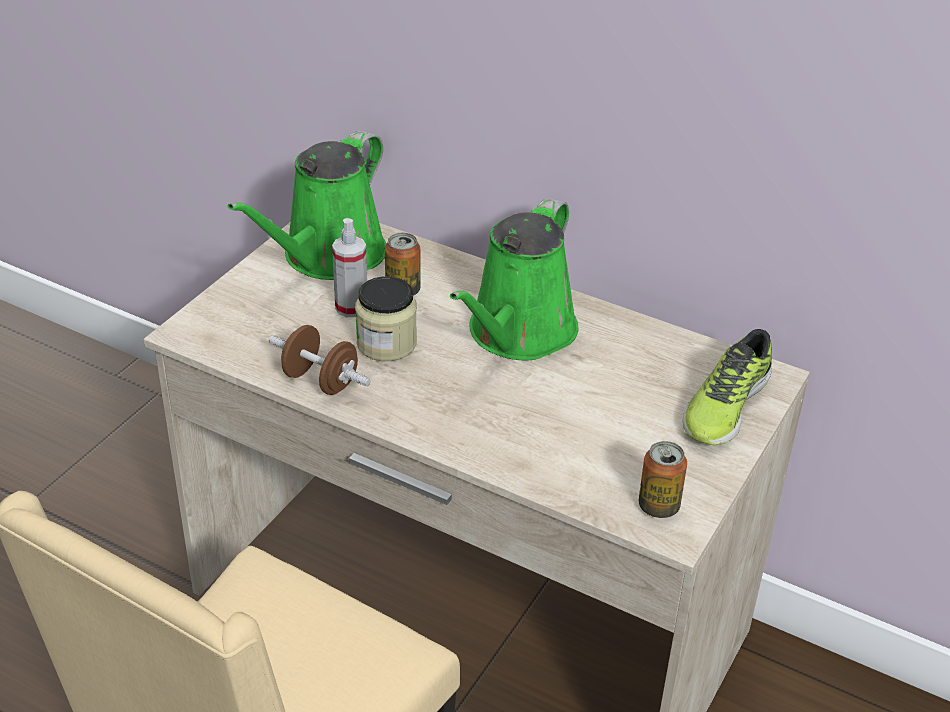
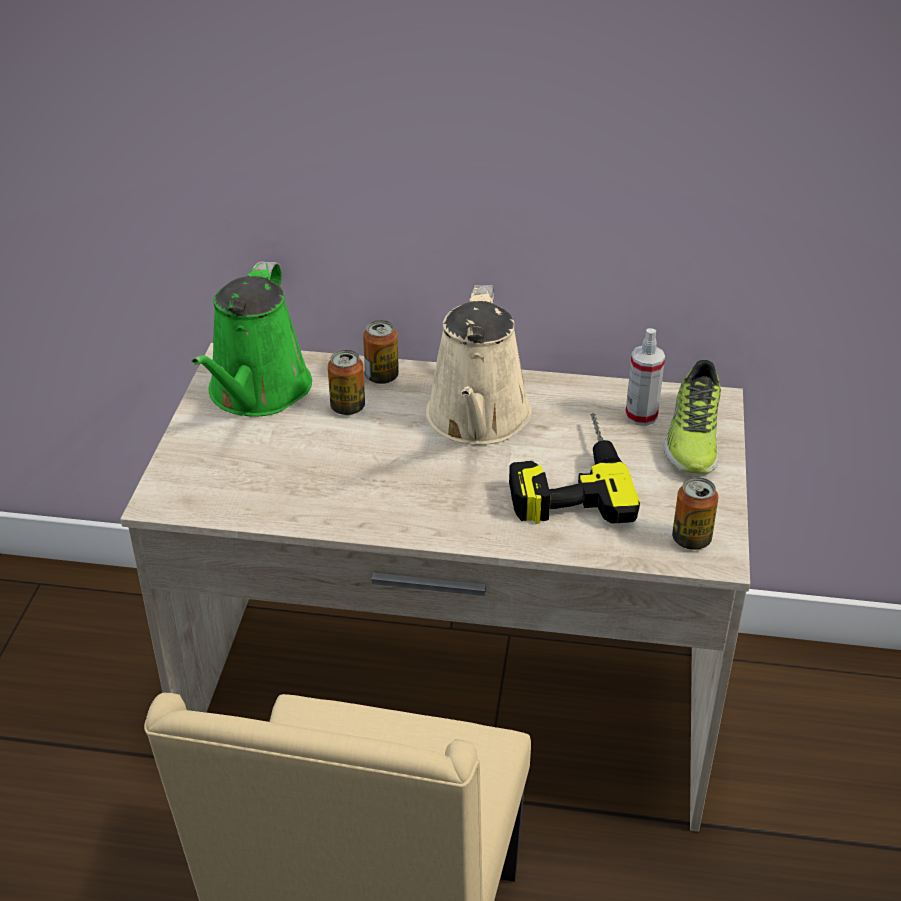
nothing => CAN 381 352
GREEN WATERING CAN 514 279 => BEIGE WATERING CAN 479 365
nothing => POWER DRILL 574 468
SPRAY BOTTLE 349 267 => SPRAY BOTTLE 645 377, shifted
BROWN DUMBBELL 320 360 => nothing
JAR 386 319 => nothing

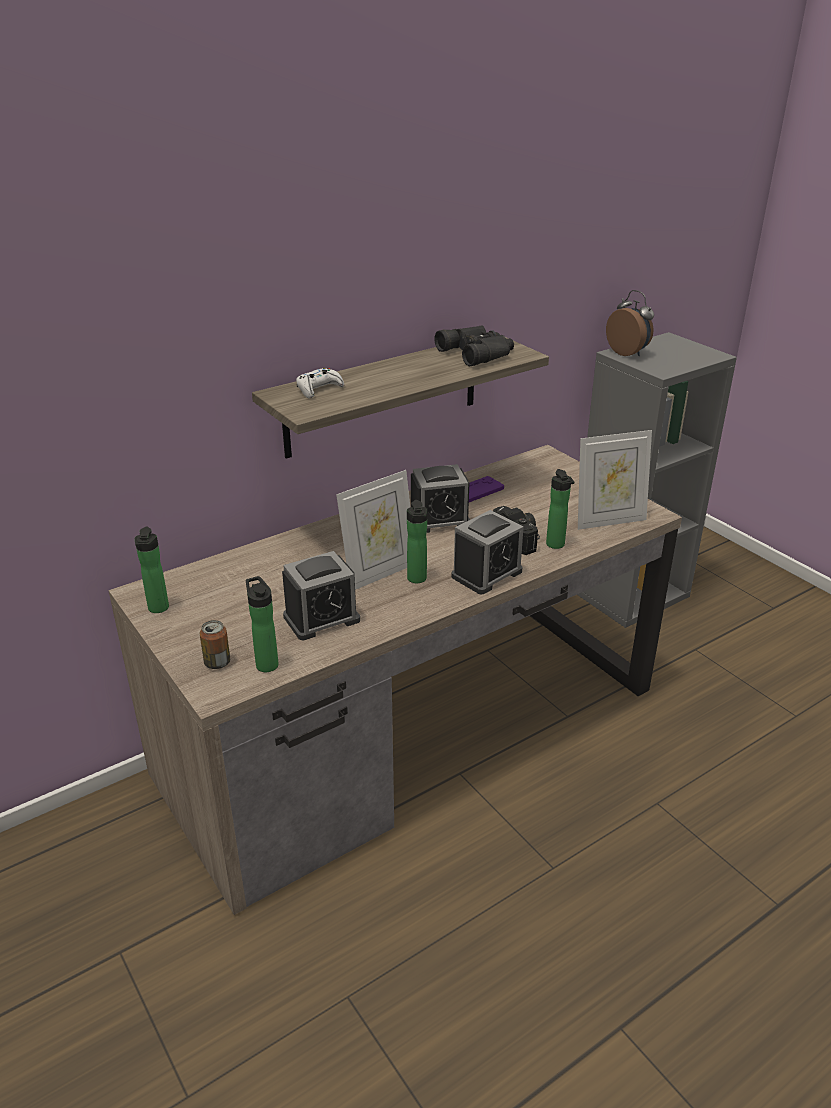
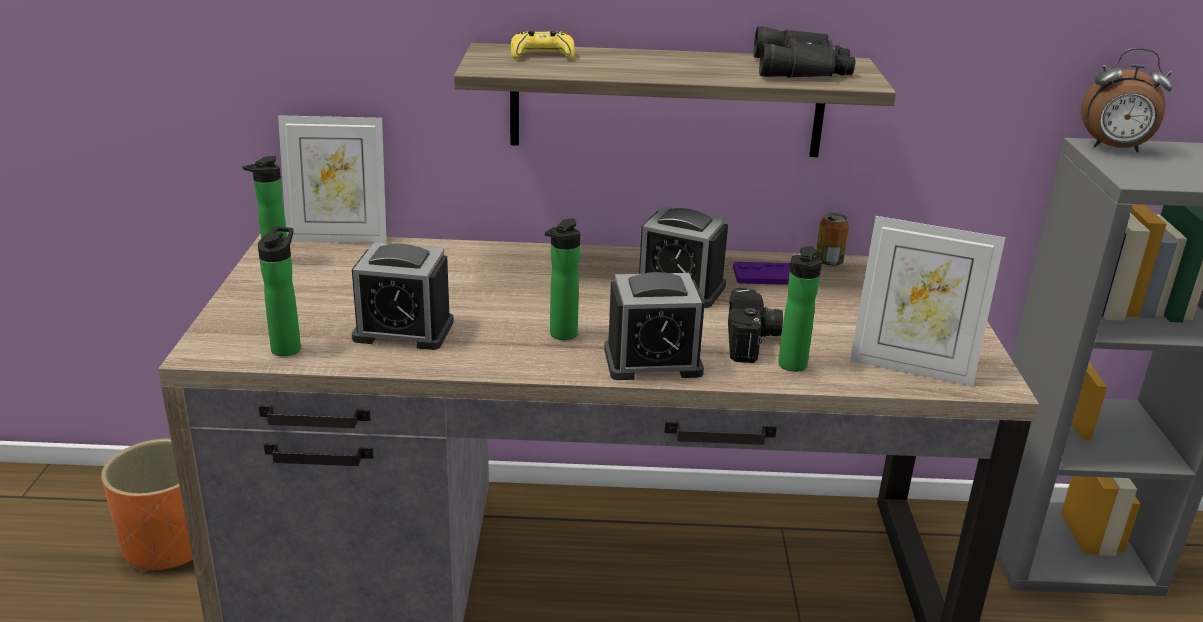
nothing => ORANGE PLANTER 147 505
PICTURE FRAME 373 530 => PICTURE FRAME 332 179, shifted
WHITE GAME CONTROLLER 320 383 => YELLOW GAME CONTROLLER 543 45
CAN 215 644 => CAN 832 240, shifted
ALARM CLOCK 630 323 => ALARM CLOCK 1126 100, 105 degrees clockwise

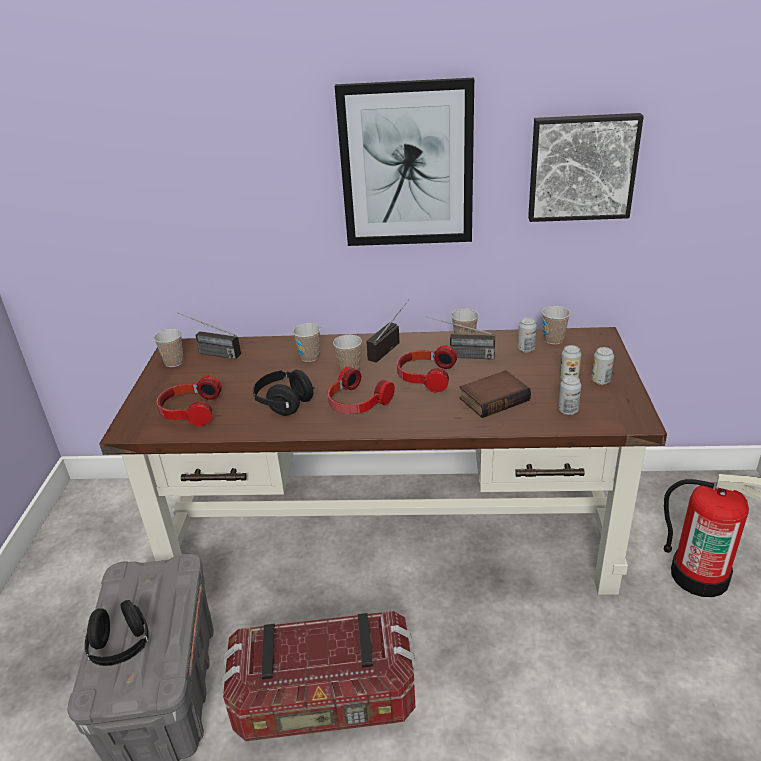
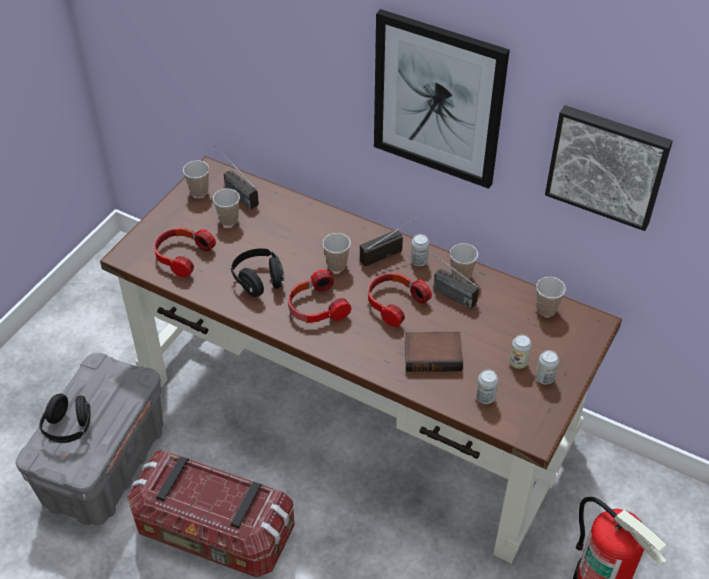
CUP 306 342 => CUP 226 207, shifted
CAN 527 334 => CAN 420 250, shifted

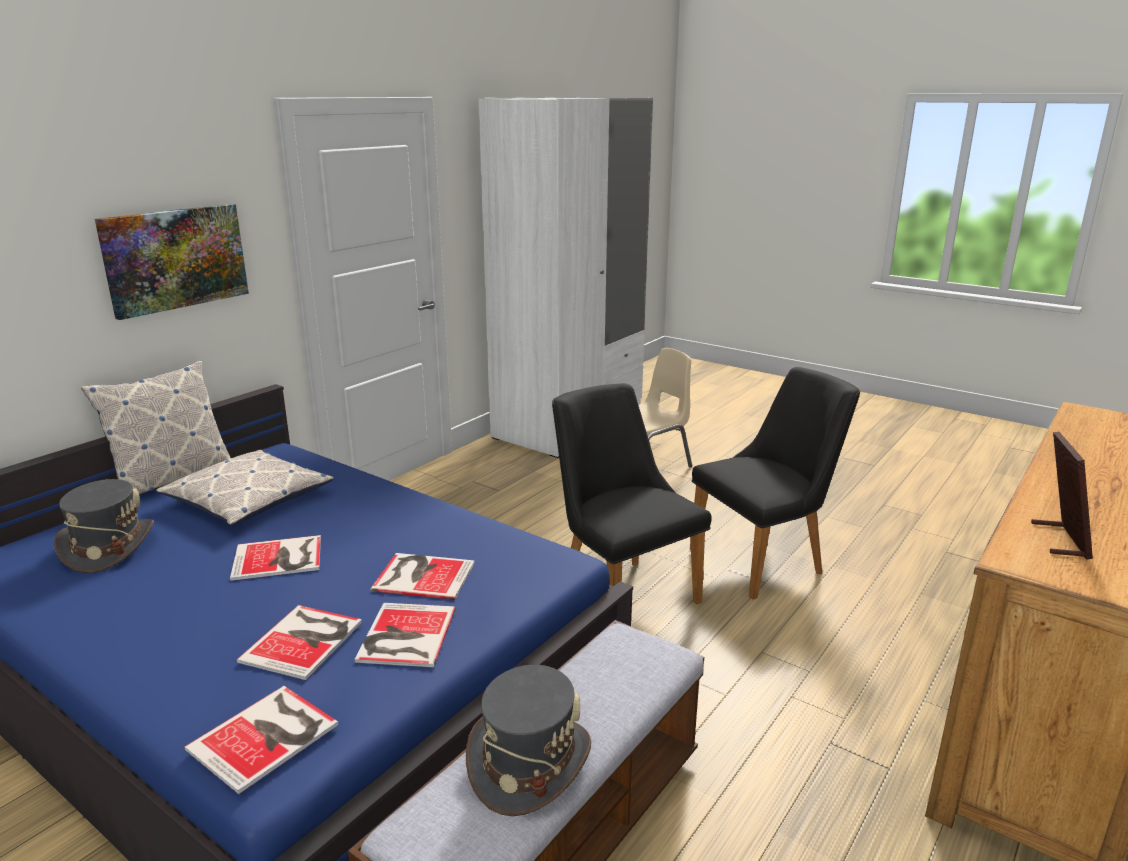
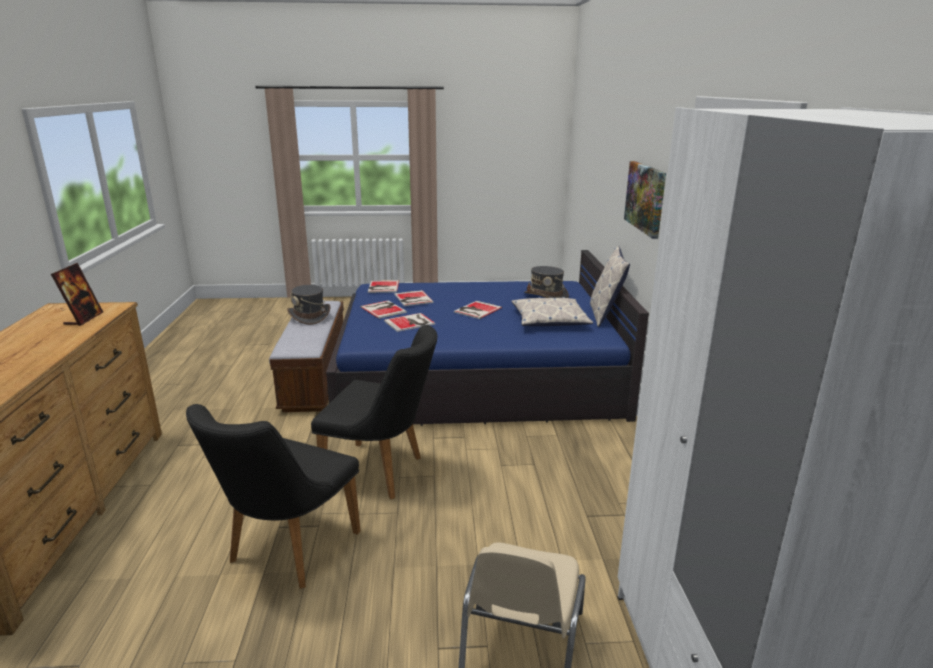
PICTURE FRAME 1062 496 => PICTURE FRAME 77 294, 150 degrees counterclockwise

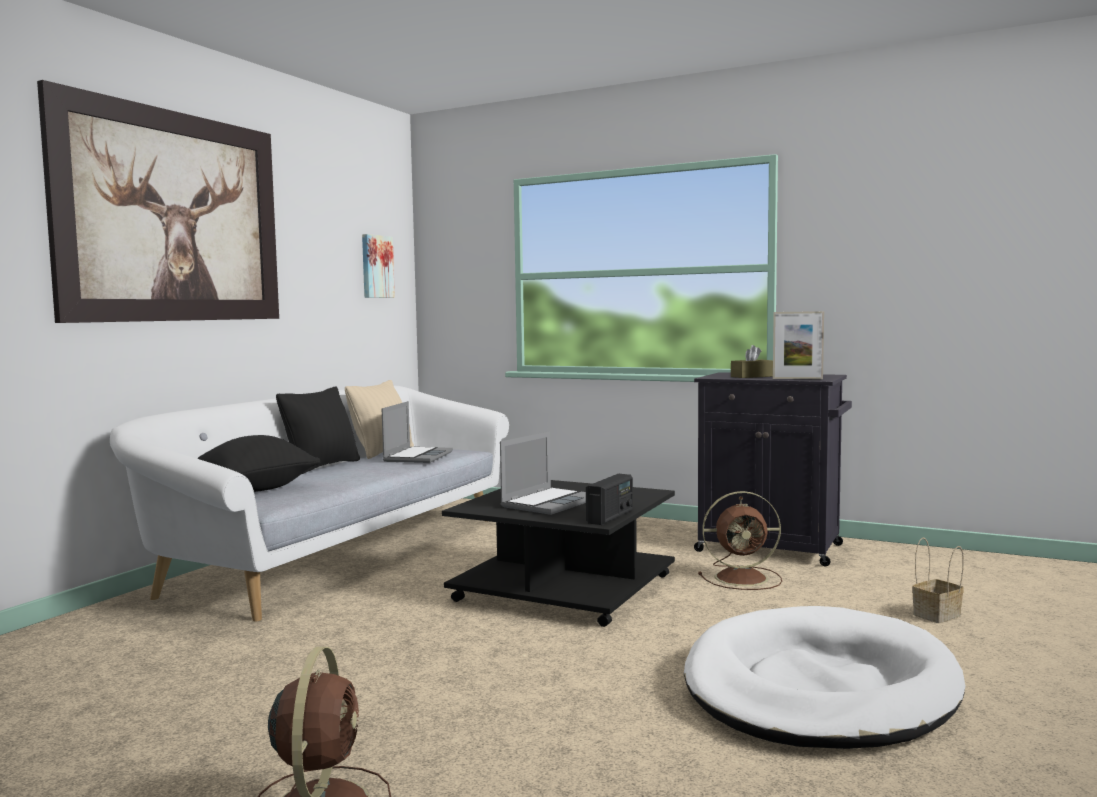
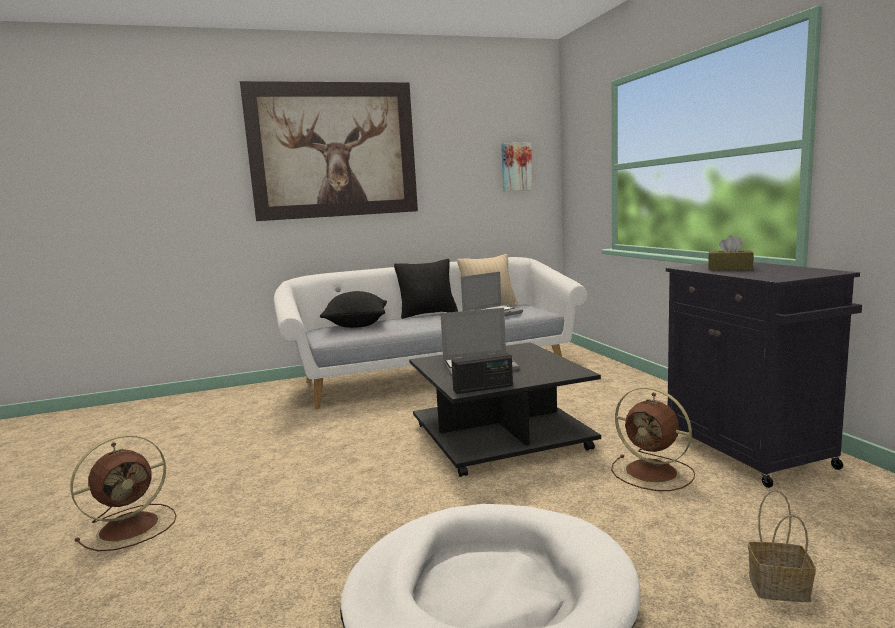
PICTURE FRAME 798 345 => nothing

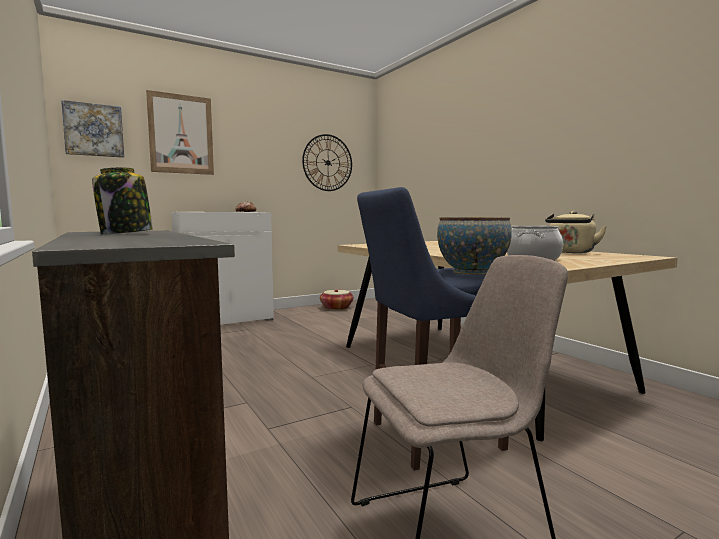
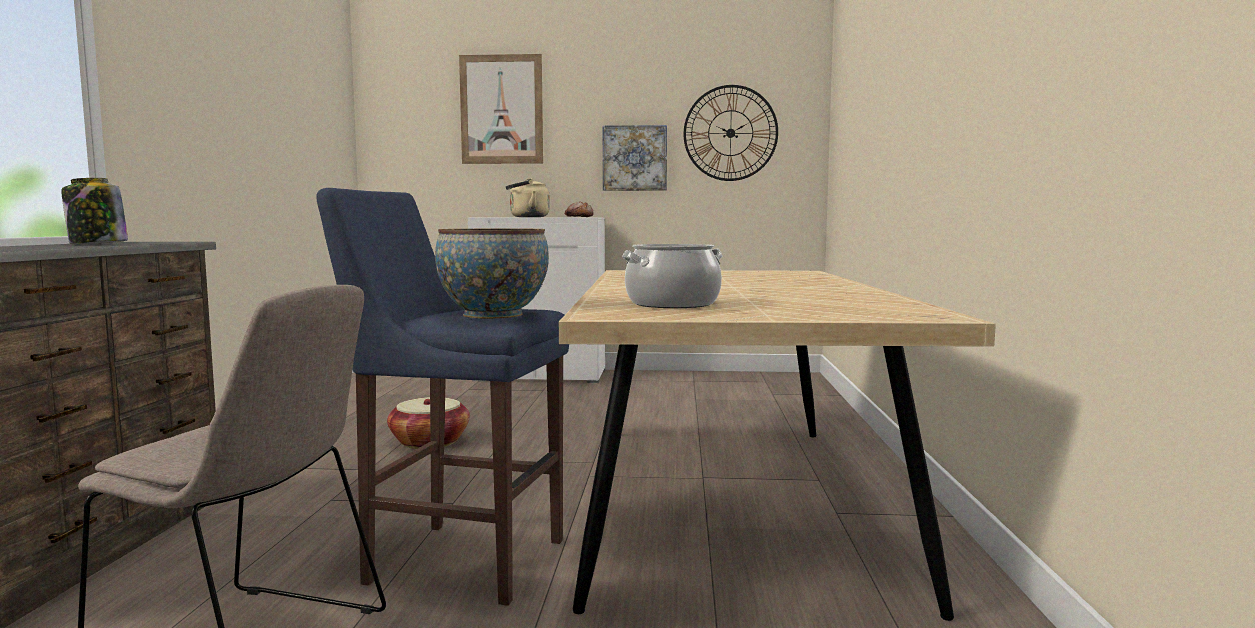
BASKET 336 300 => BASKET 428 423, shifted
BEIGE KETTLE 576 232 => BEIGE KETTLE 528 197, shifted
PICTURE 92 129 => PICTURE 635 158, shifted

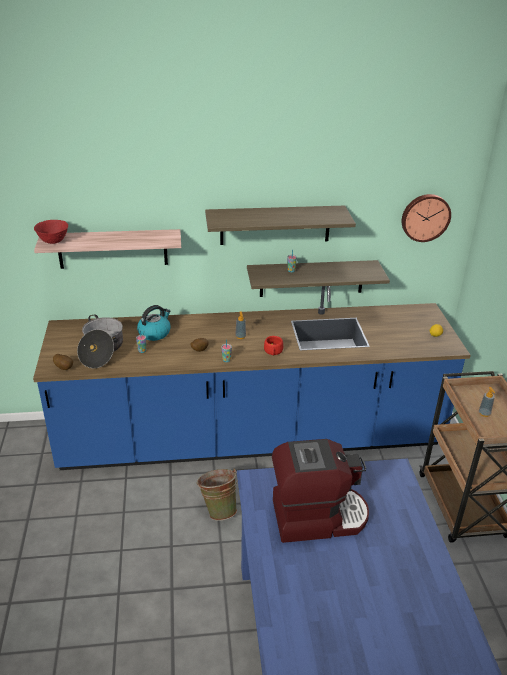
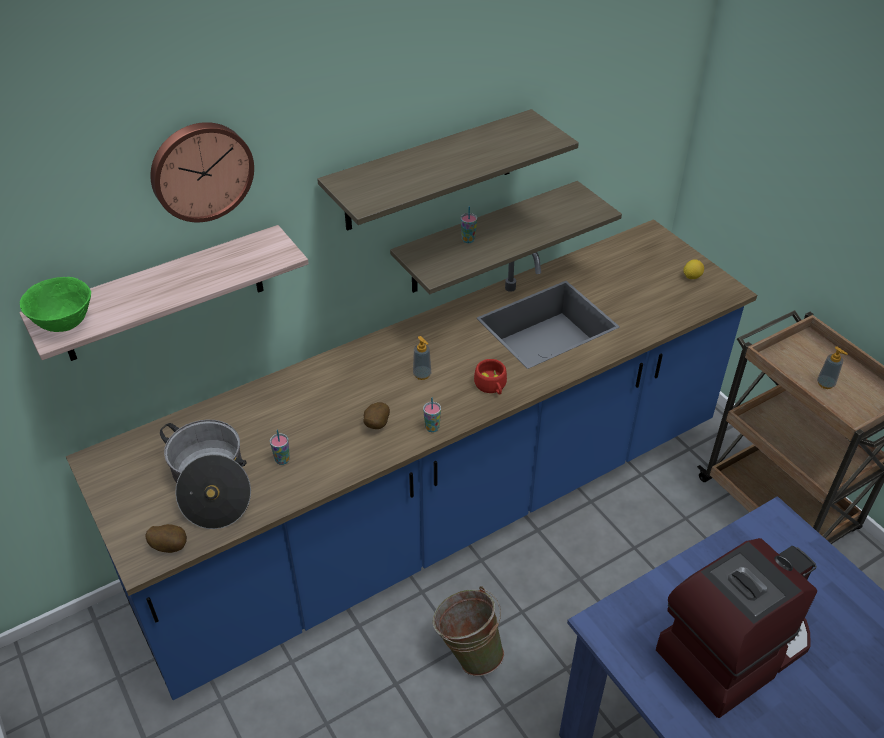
RED BOWL 51 232 => GREEN BOWL 55 304
WALL CLOCK 426 218 => WALL CLOCK 202 172, shifted
KETTLE 154 323 => nothing

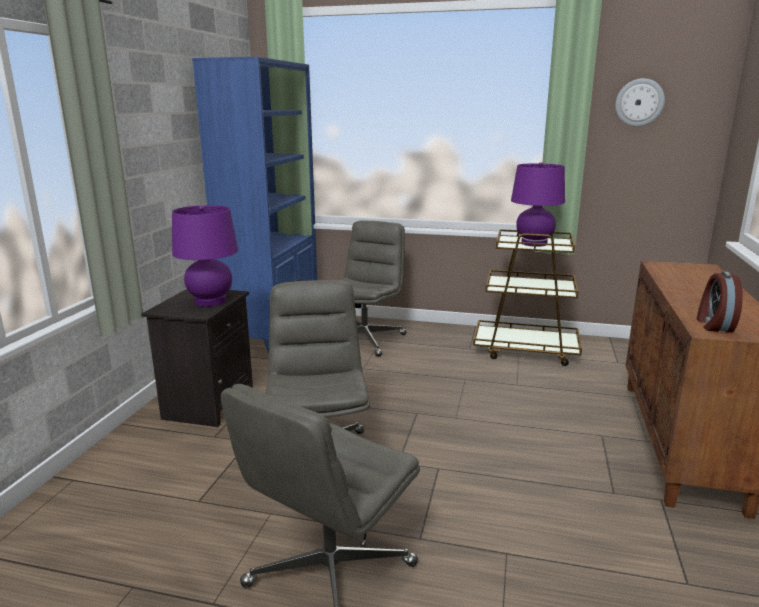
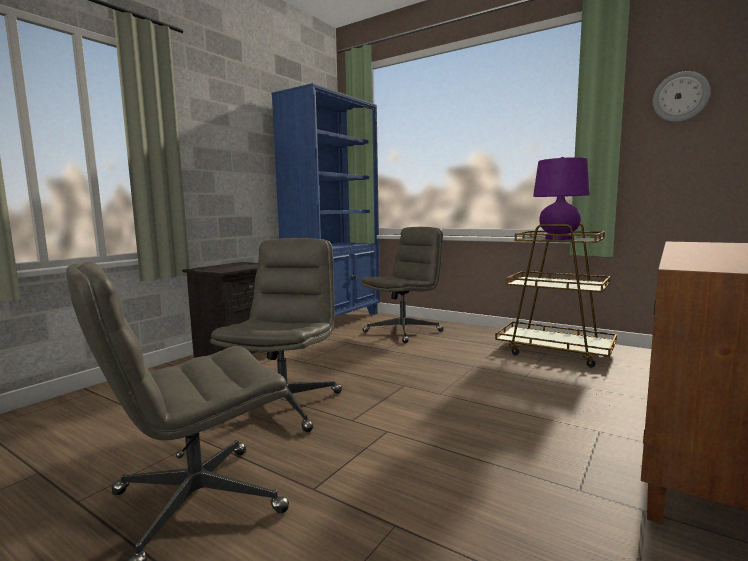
PURPLE TABLE LAMP 205 256 => nothing
ALARM CLOCK 720 302 => nothing

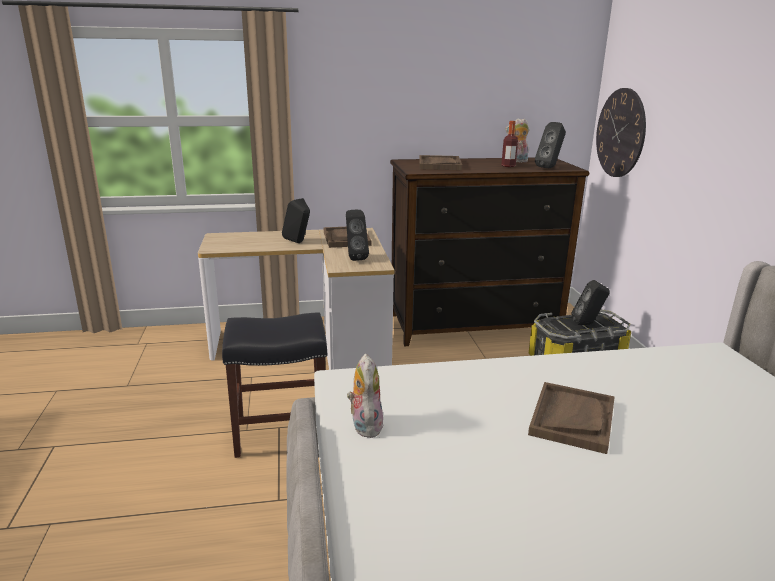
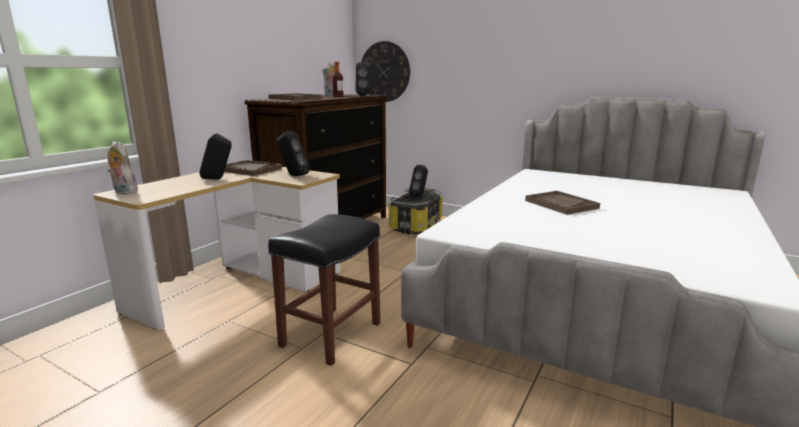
PLUSH TOY 365 395 => PLUSH TOY 123 168, shifted

